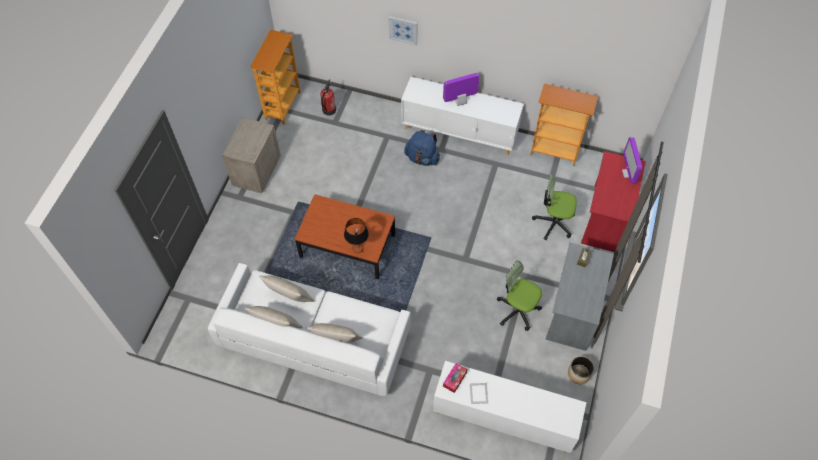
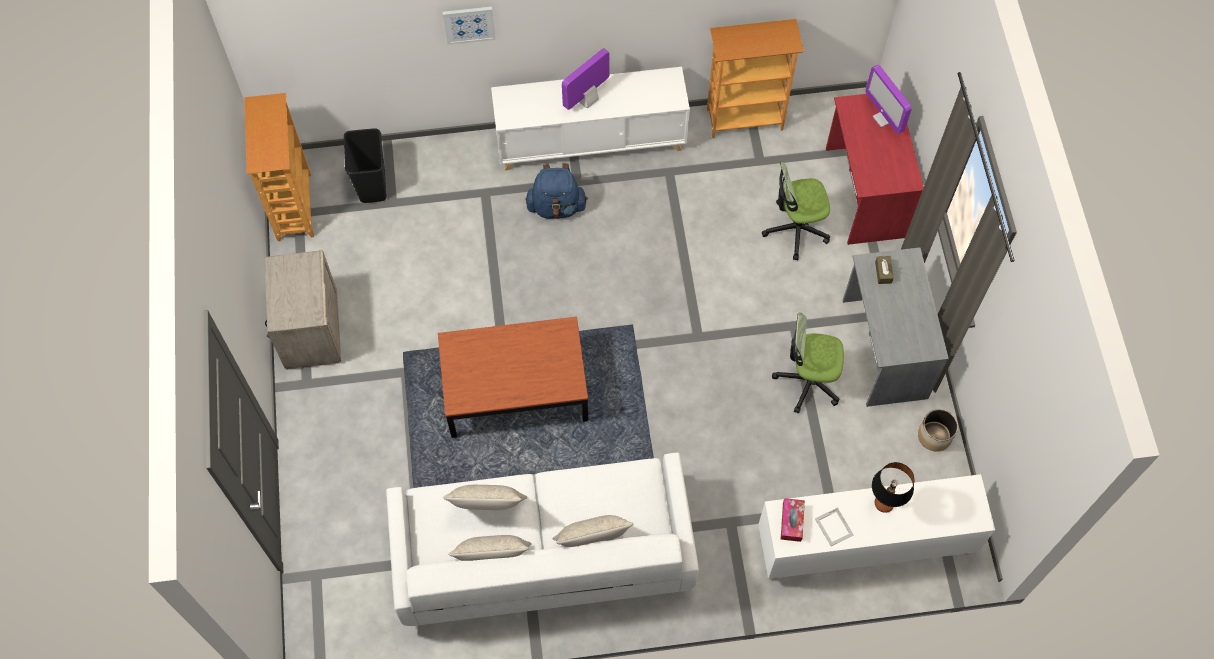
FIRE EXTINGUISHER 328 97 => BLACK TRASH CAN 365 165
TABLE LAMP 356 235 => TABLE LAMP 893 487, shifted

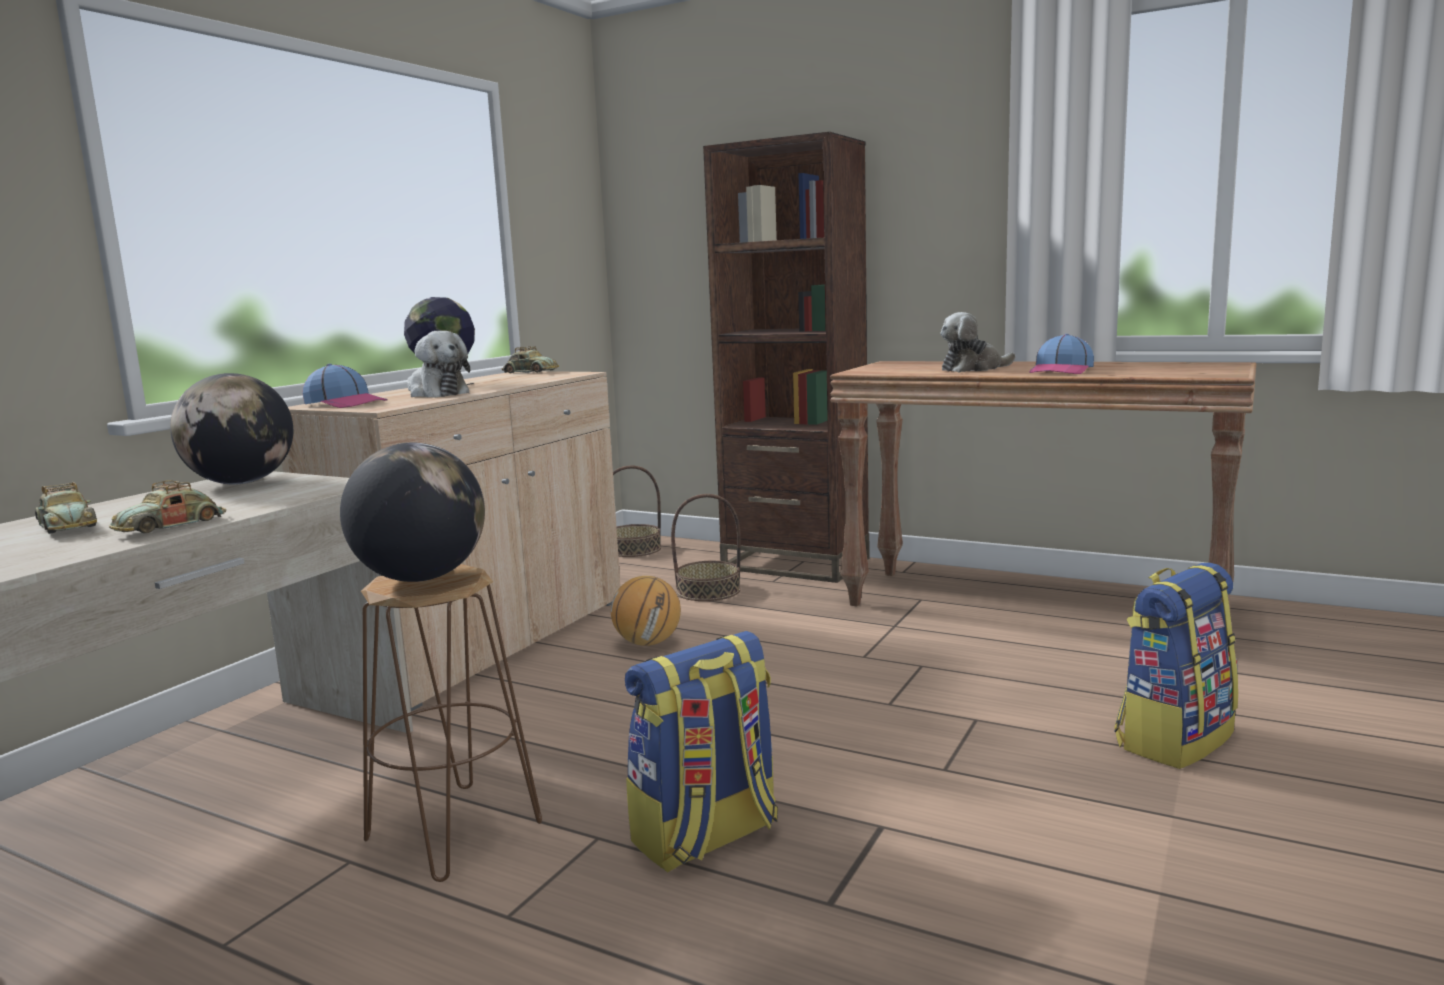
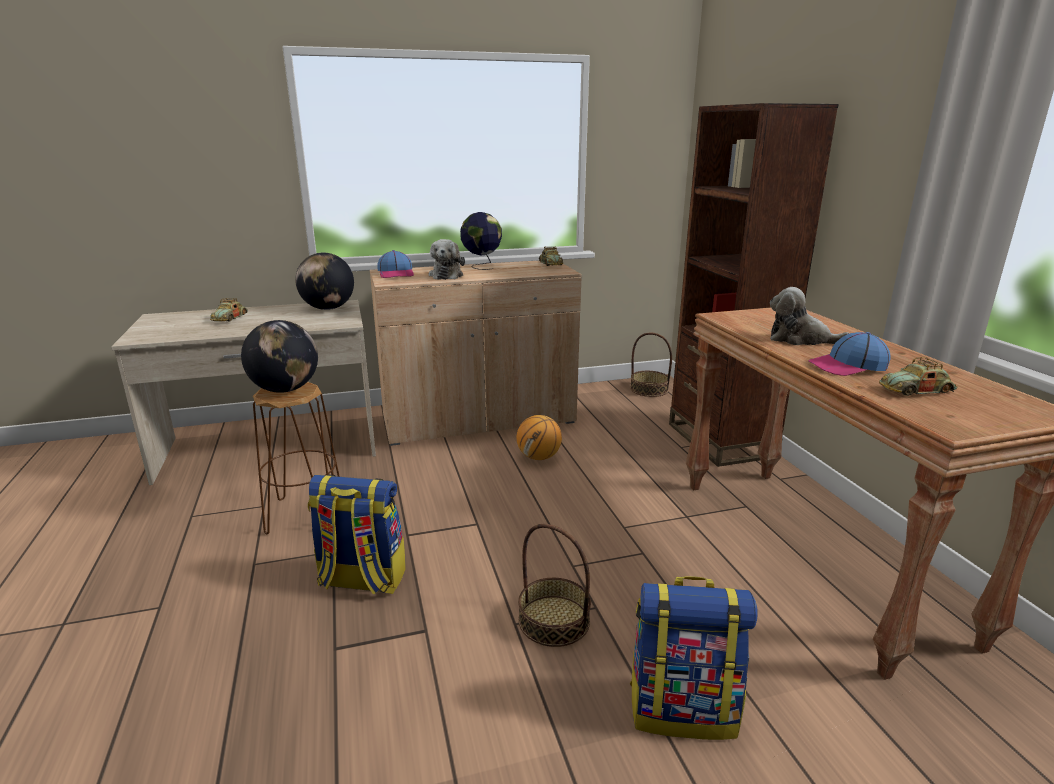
BASKET 706 547 => BASKET 554 585, shifted
TOY CAR 167 506 => TOY CAR 918 376, shifted

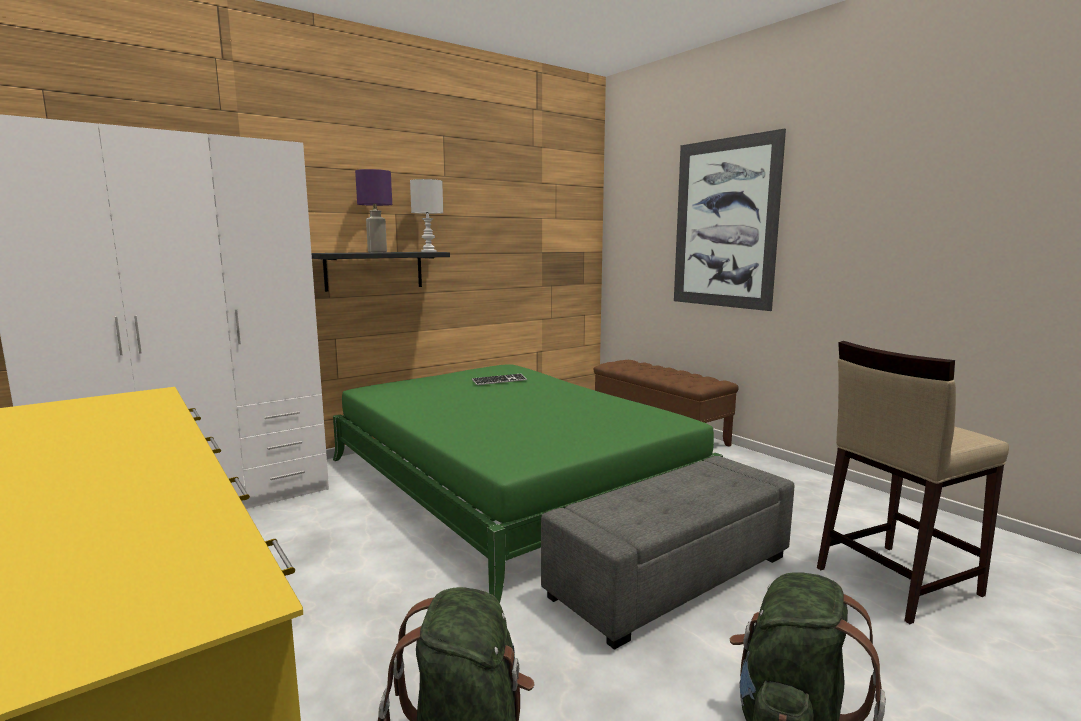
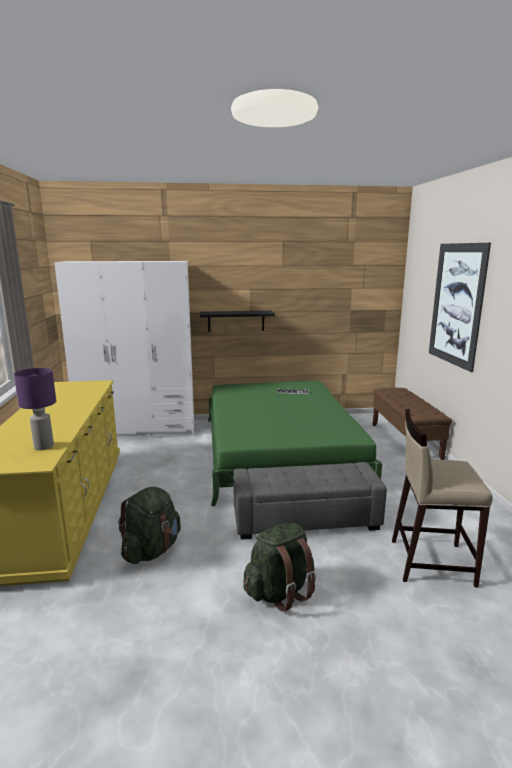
PURPLE TABLE LAMP 373 210 => PURPLE TABLE LAMP 35 409, shifted
WHITE TABLE LAMP 426 215 => nothing

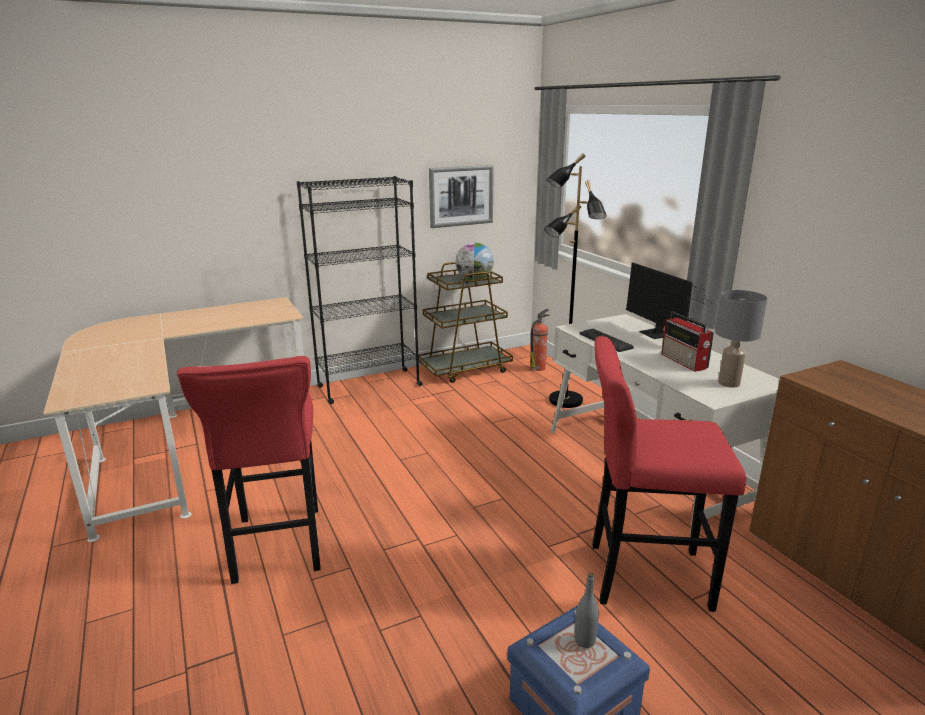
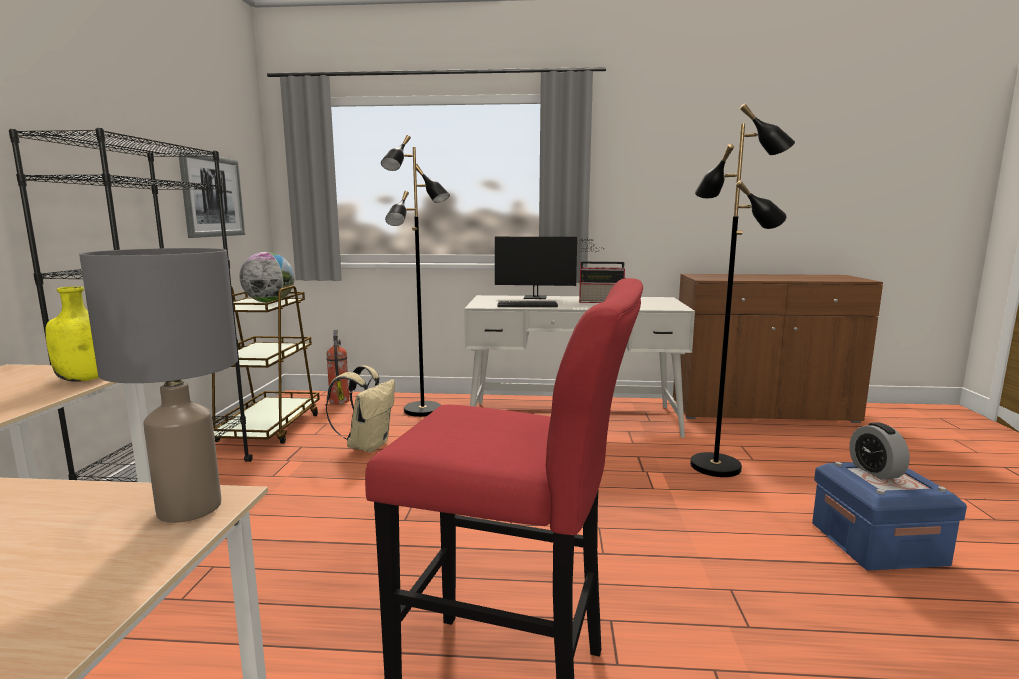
nothing => YELLOW BOTTLE 72 334
GREY TABLE LAMP 741 339 => GREY TABLE LAMP 158 385, shifted
nothing => BEIGE BACKPACK 360 408
RED STOOL 669 474 => BLACK FLOOR LAMP 742 290
GREY BOTTLE 587 610 => ALARM CLOCK 879 451

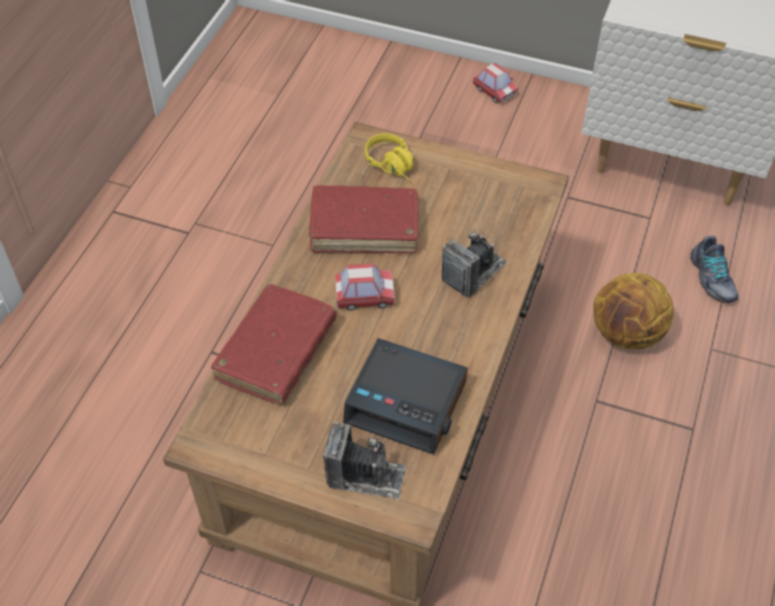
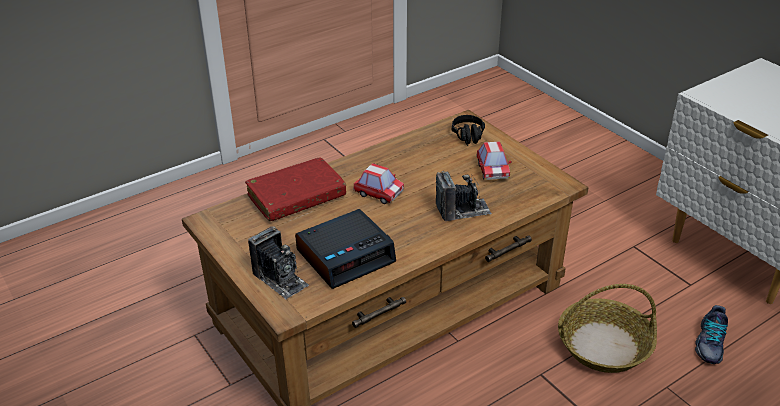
ALARM CLOCK 405 396 => ALARM CLOCK 345 249, 90 degrees counterclockwise
YELLOW HEADPHONES 389 157 => BLACK HEADPHONES 468 130
TOY CAR 495 83 => TOY CAR 494 161, shifted
BASKETBALL 633 311 => BASKET 607 328
RED BOOK 363 219 => nothing

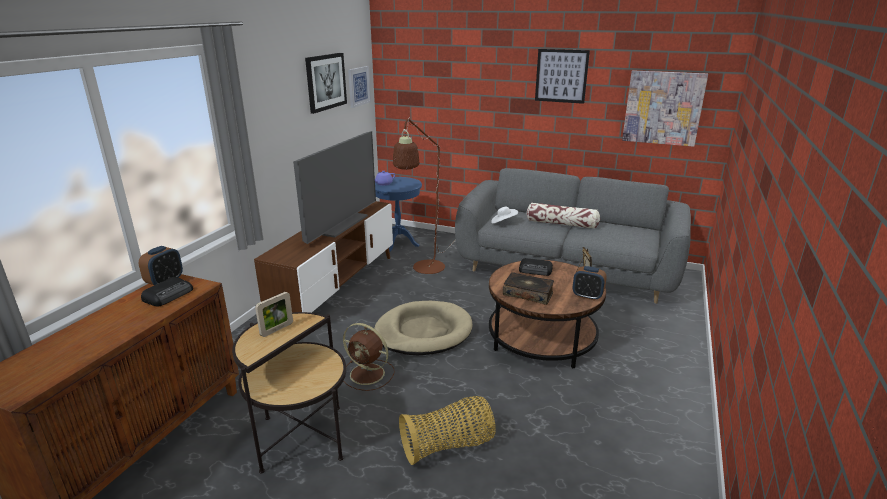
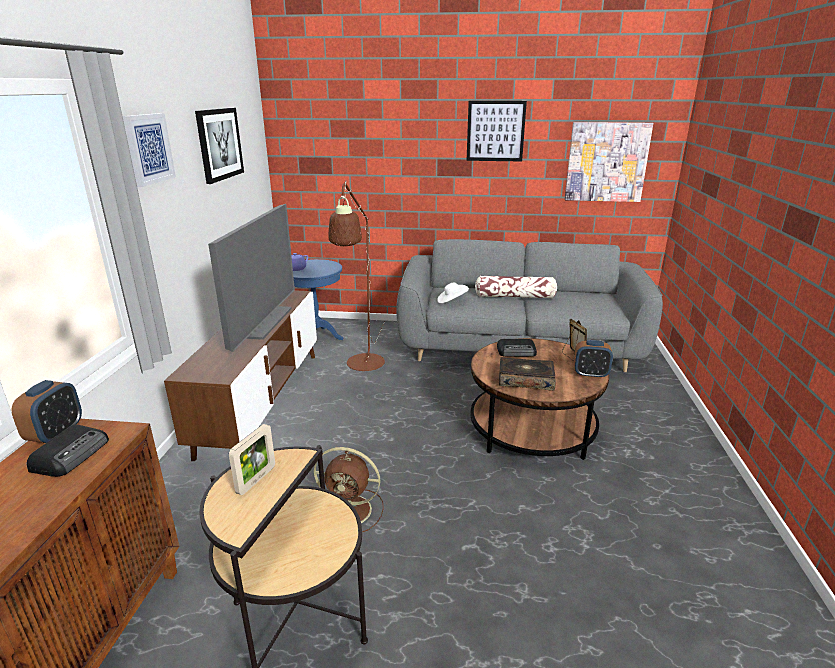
PICTURE 359 87 => PICTURE 149 150, shifted
BEIGE DOG BED 423 328 => nothing
BASKET 447 430 => nothing

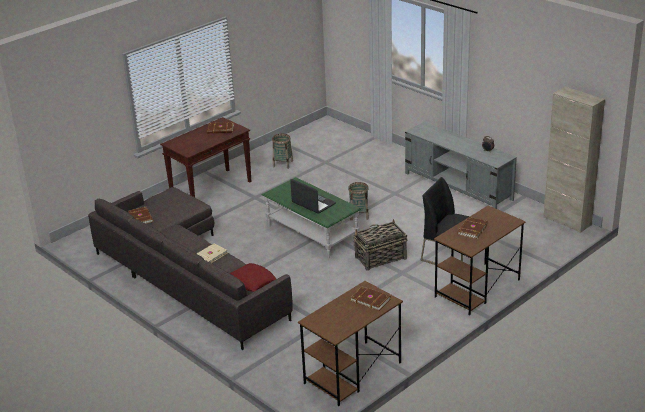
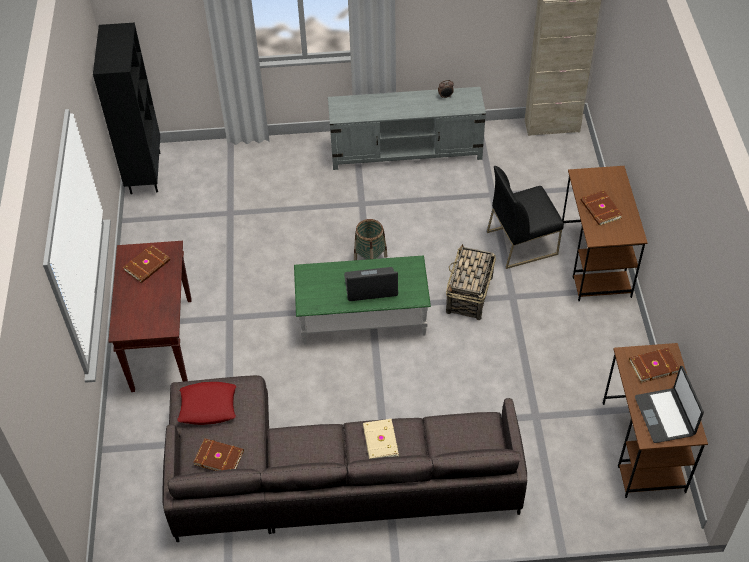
nothing => BLACK BOOKCASE 126 108
RED PILLOW 253 277 => RED PILLOW 206 403, shifted
nothing => LAPTOP 669 404
BASKET 282 151 => nothing

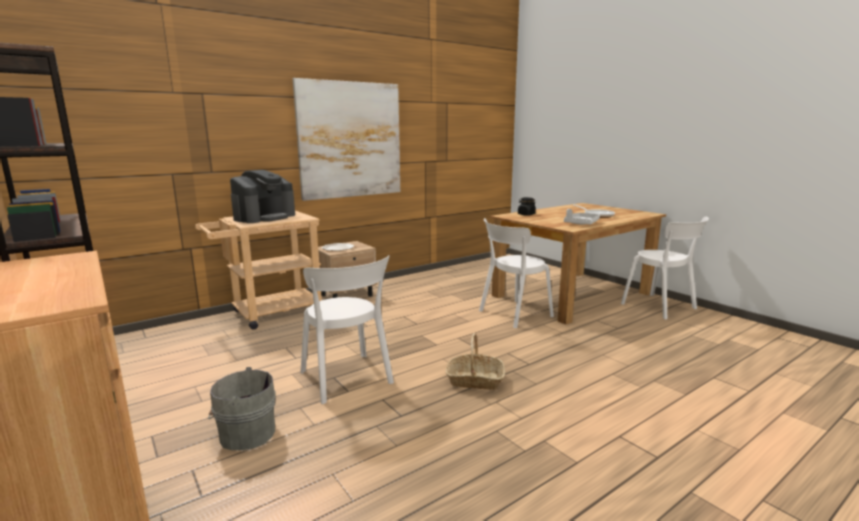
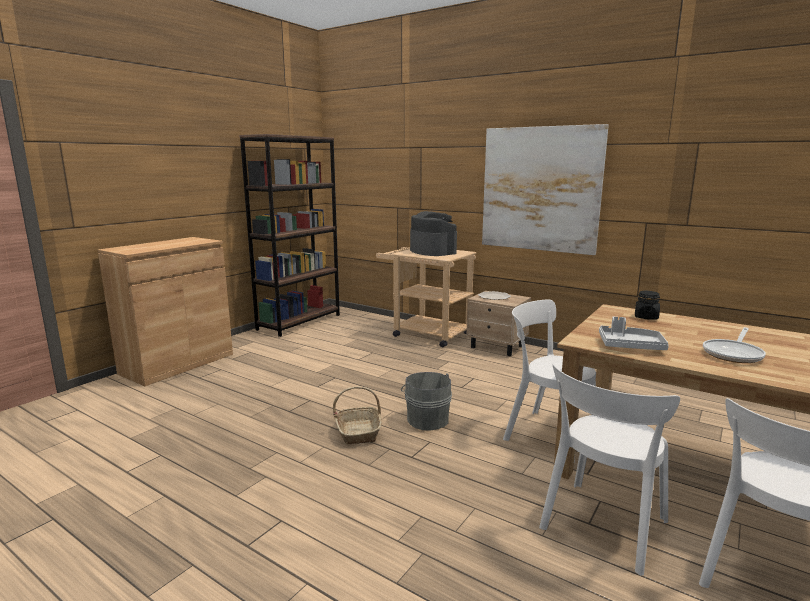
GREY BUCKET 241 408 => GREY BUCKET 426 401, shifted
COFFEE MACHINE 262 196 => COFFEE MACHINE 433 233, 135 degrees counterclockwise
WHITE CHAIR 347 330 => WHITE CHAIR 609 470, shifted

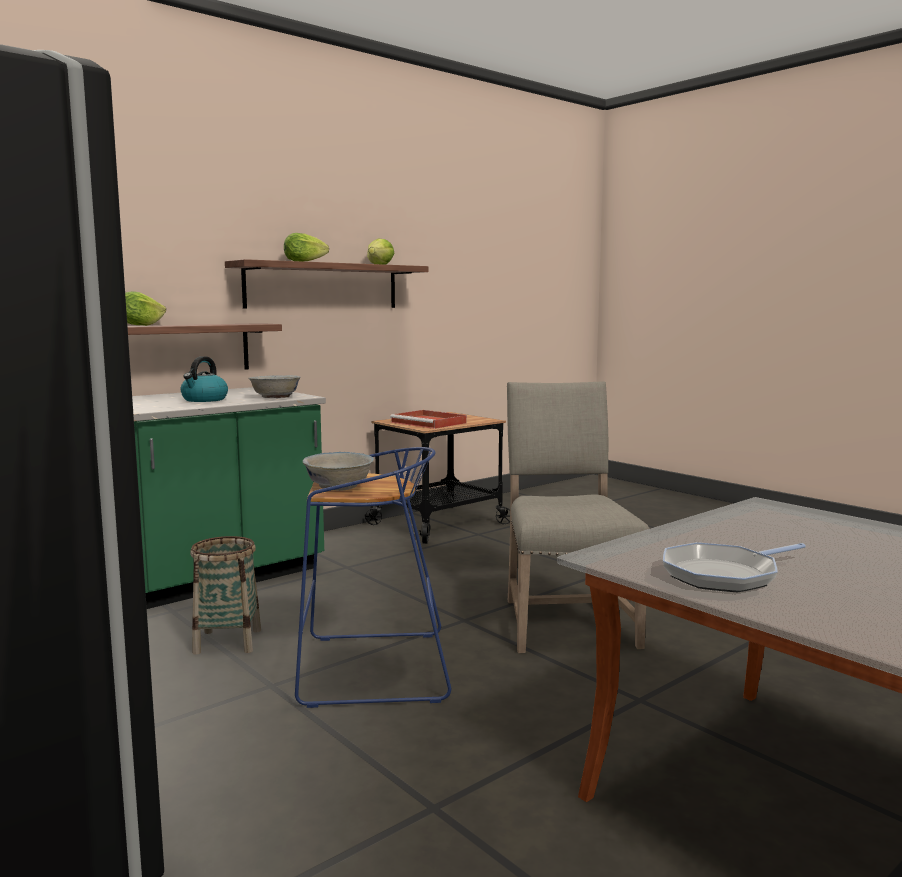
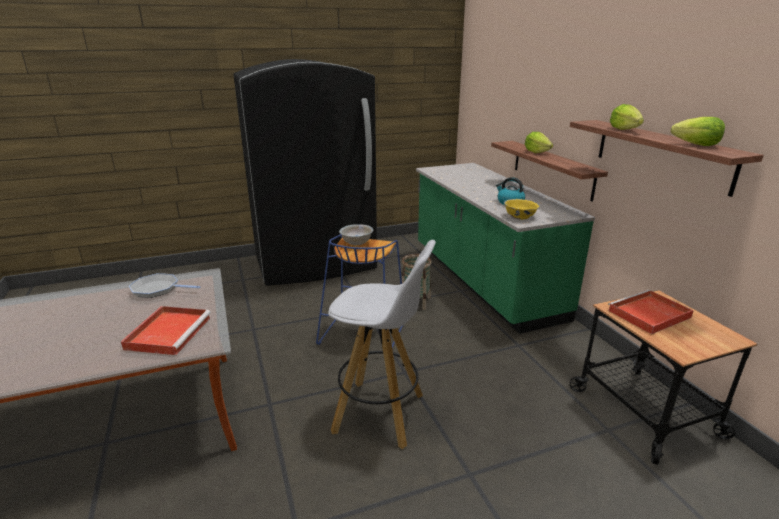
nothing => RED TRAY 166 330
FRYING PAN 734 567 => FRYING PAN 165 285, 75 degrees counterclockwise
BEIGE CHAIR 578 517 => WHITE STOOL 382 344
WHITE BOWL 274 386 => YELLOW BOWL 521 209

